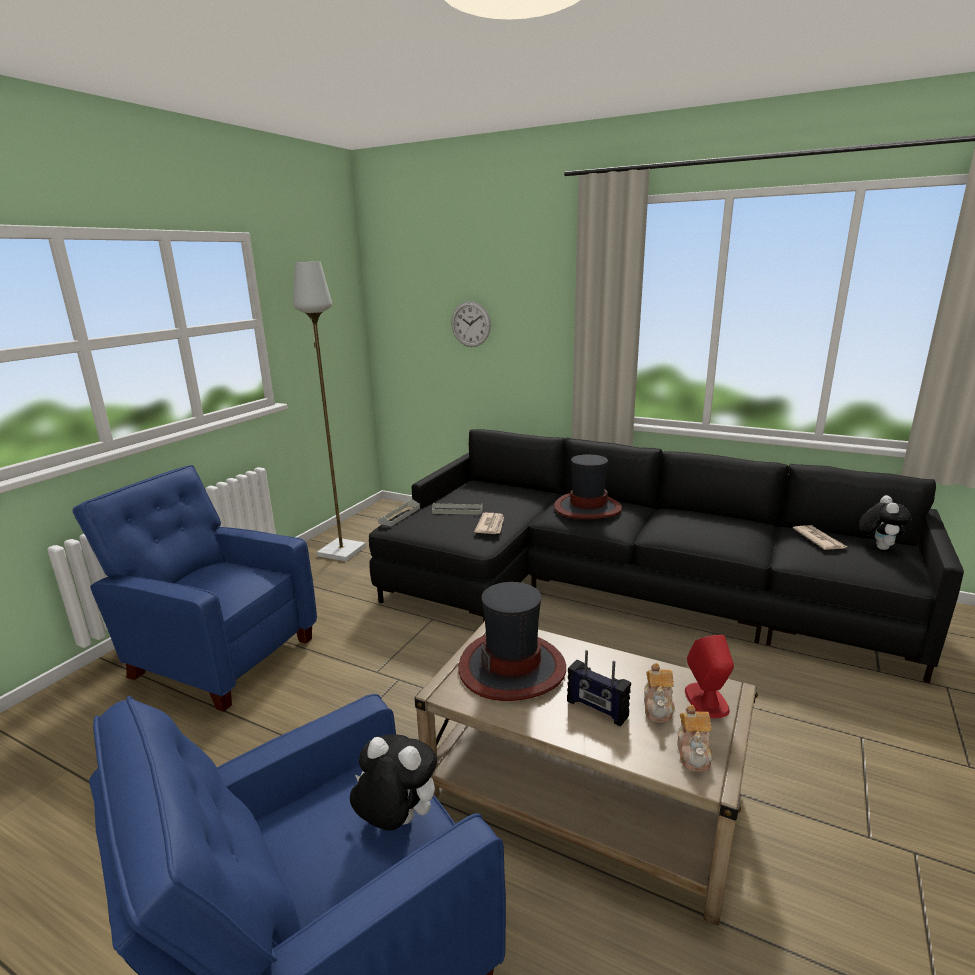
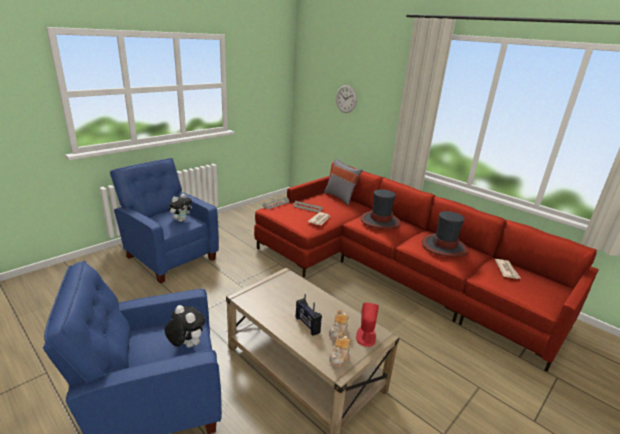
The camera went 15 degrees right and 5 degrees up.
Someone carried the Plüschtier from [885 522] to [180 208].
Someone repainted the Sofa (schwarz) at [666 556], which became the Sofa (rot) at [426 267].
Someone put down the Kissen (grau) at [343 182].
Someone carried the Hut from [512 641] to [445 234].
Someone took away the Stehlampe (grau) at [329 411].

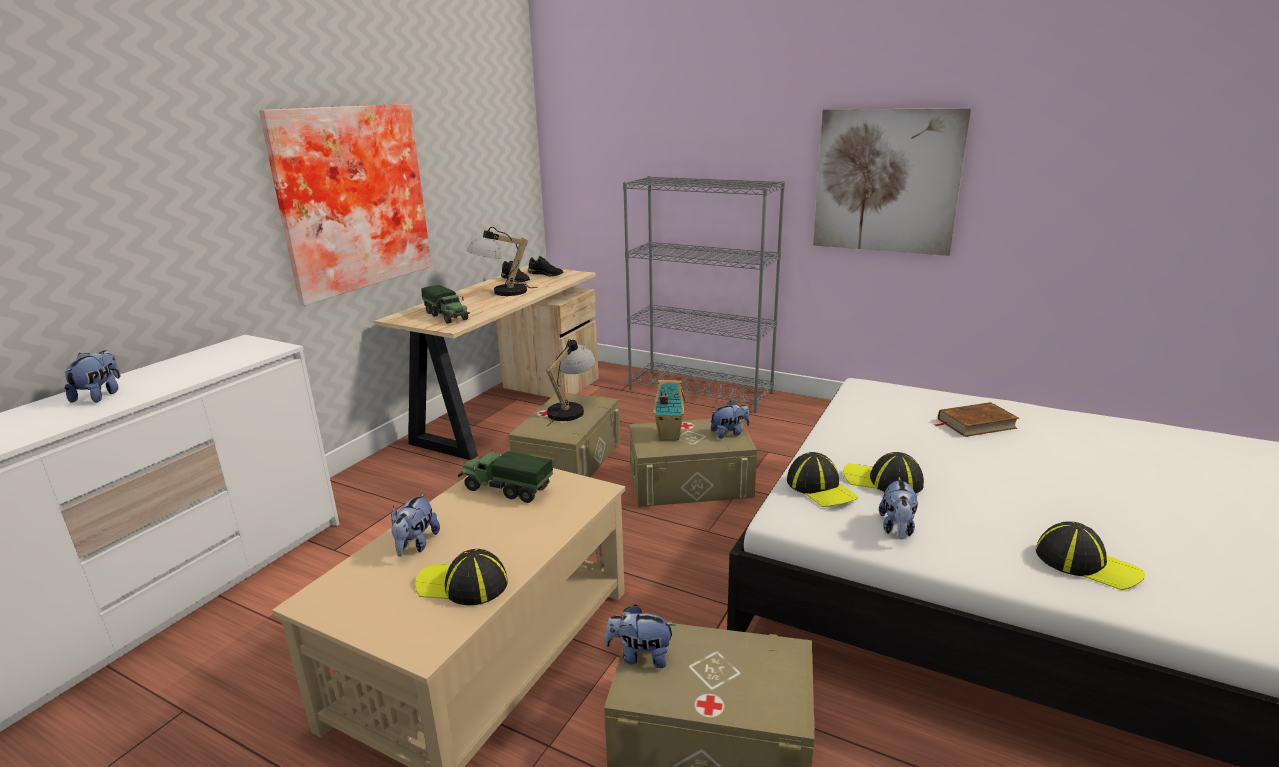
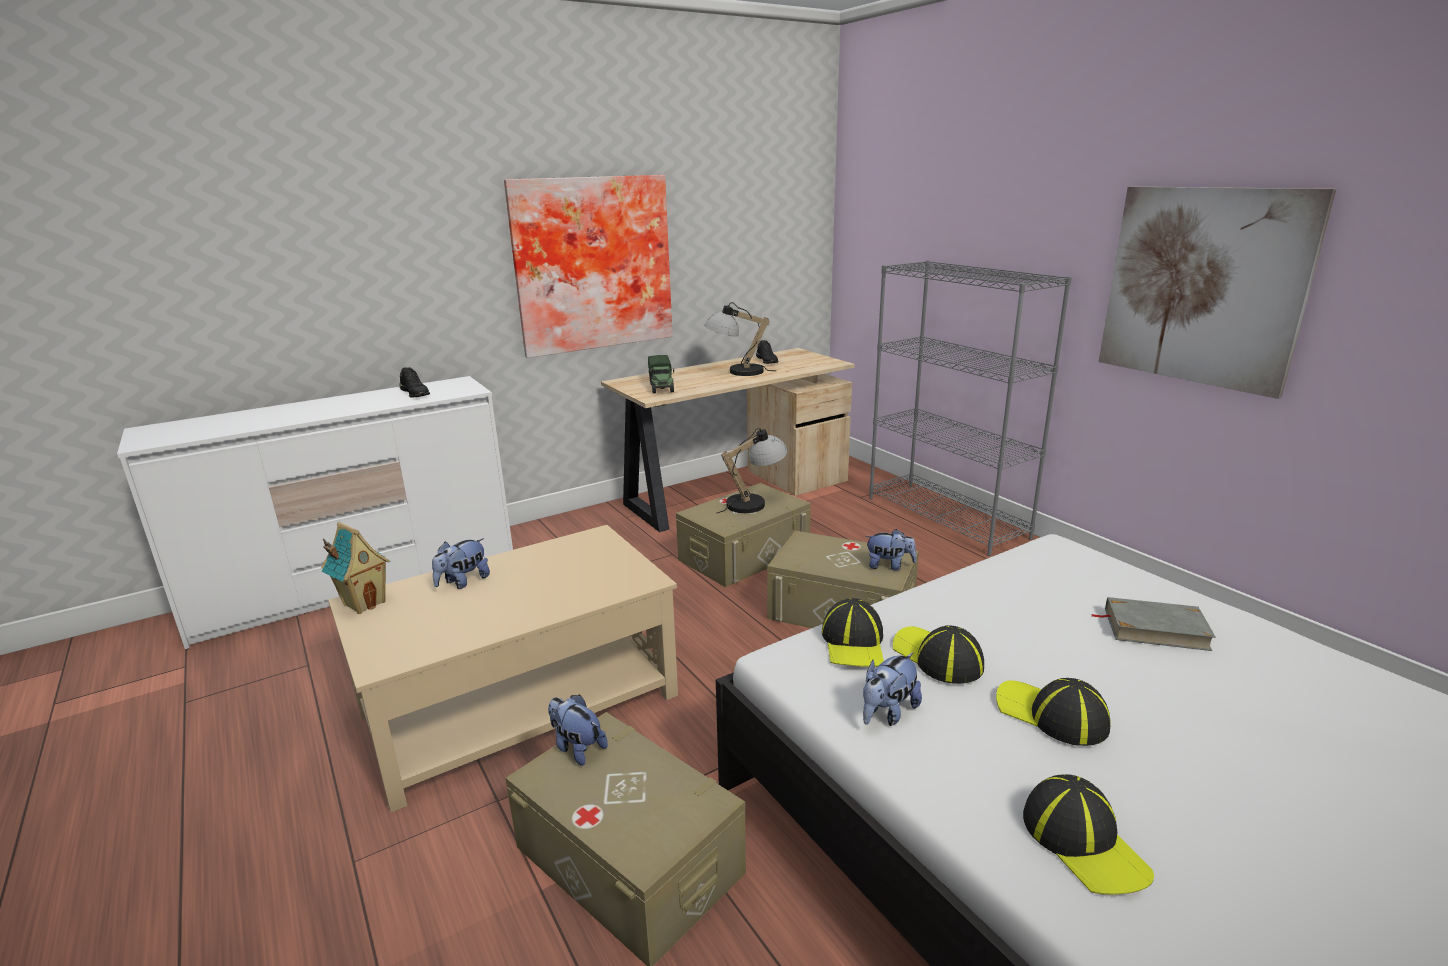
The camera went 30 degrees right and 0 degrees up.
Someone carried the Spielzeughaus from [669 410] to [355 568].
Someone carried the Schuh (schwarz) from [546 266] to [415 382].
Someone carried the Kappe from [461 577] to [1053 712].
Someone repainted the Buch (braun) at [976 419], which became the Buch (grau) at [1154 624].
Someone took away the Plüschtier at [92 376].
Someone took away the Spielzeuglaster at [505 476].

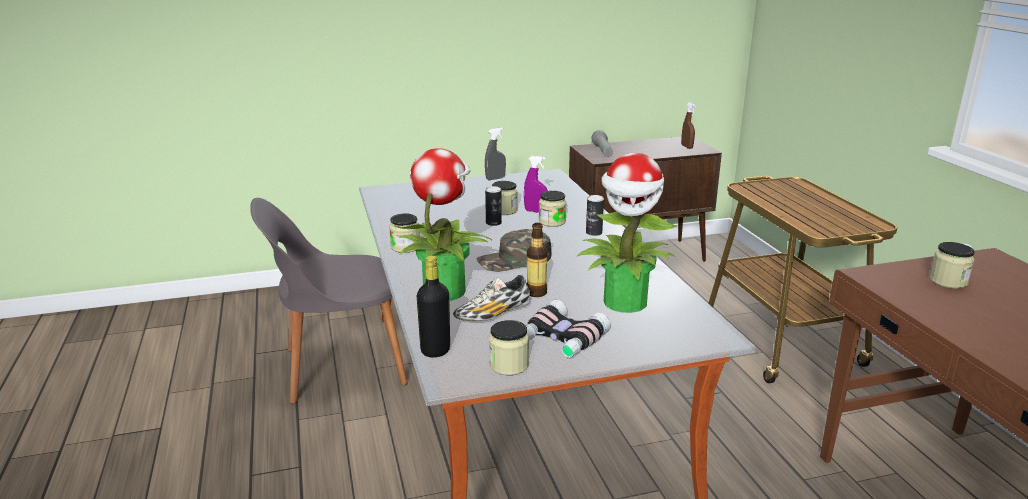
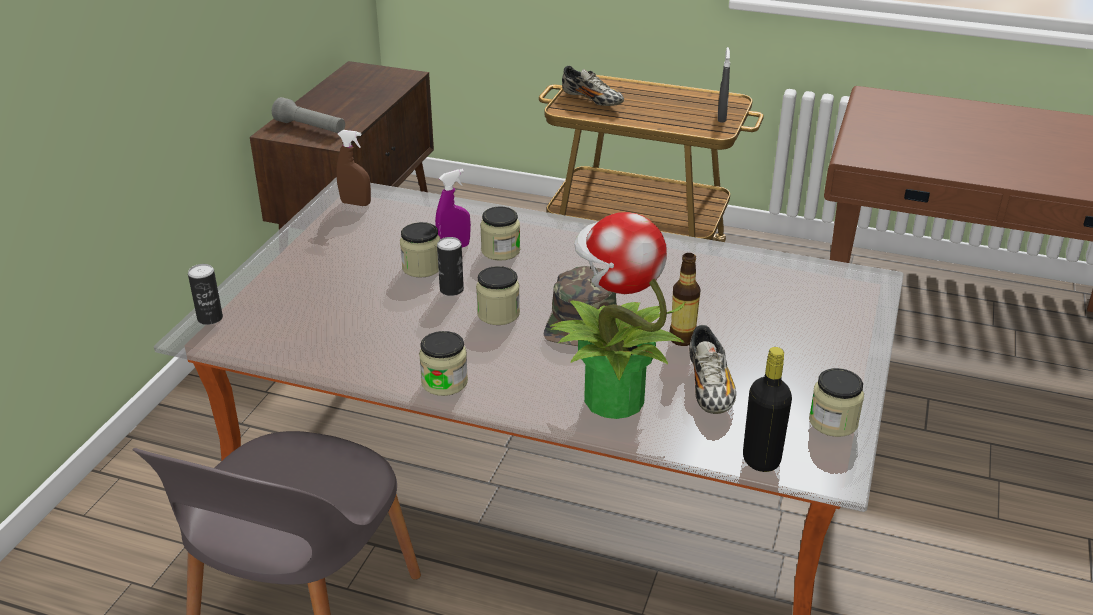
The camera went 55 degrees left and 10 degrees up.
Someone carried the Dose from [595 215] to [205 294].
Someone carried the Sprühflasche (braun) from [688 126] to [353 168].
Someone carried the Vorratsglas from [952 265] to [498 295].
Someone put down the Schuh at [593 86].
Someone carried the Sprühflasche (grau) from [495 154] to [724 84].
Someone took away the Fernglas at [568 329].
Someone took away the Topfpflanze at [627 233].

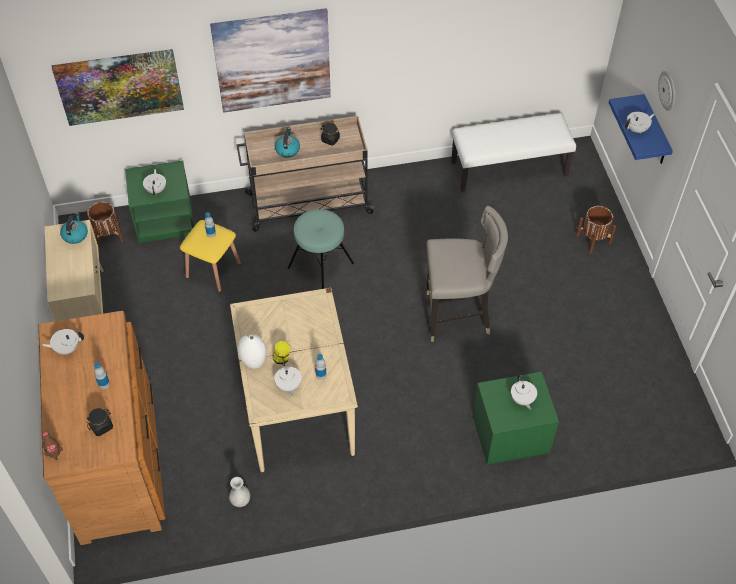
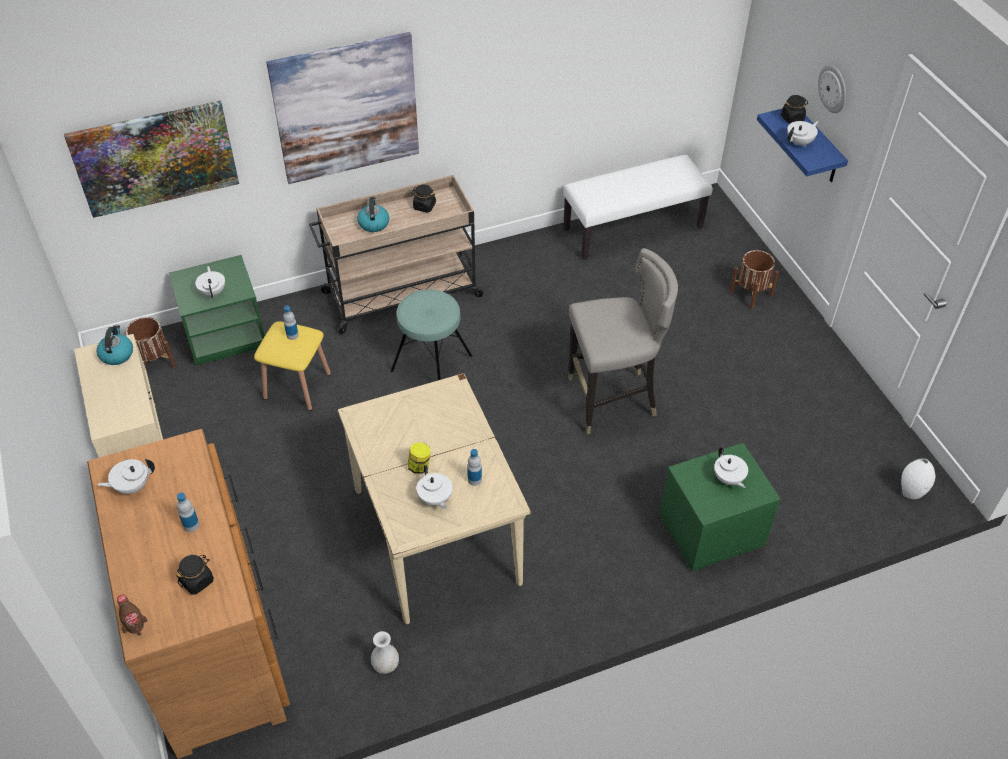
The camera went 10 degrees left and 5 degrees down.
Someone put down the Vorratsglas (schwarz) at [794 109].
Someone carried the Vase (weiß) from [252 352] to [918 478].

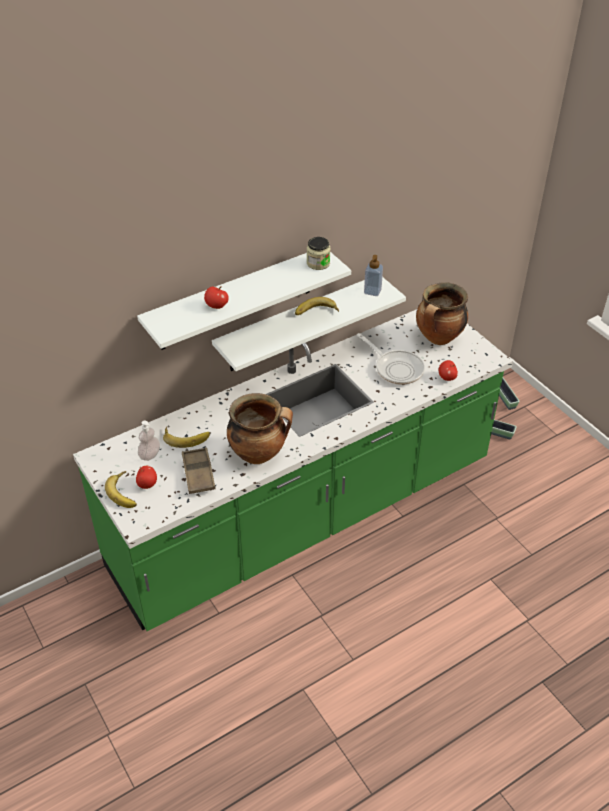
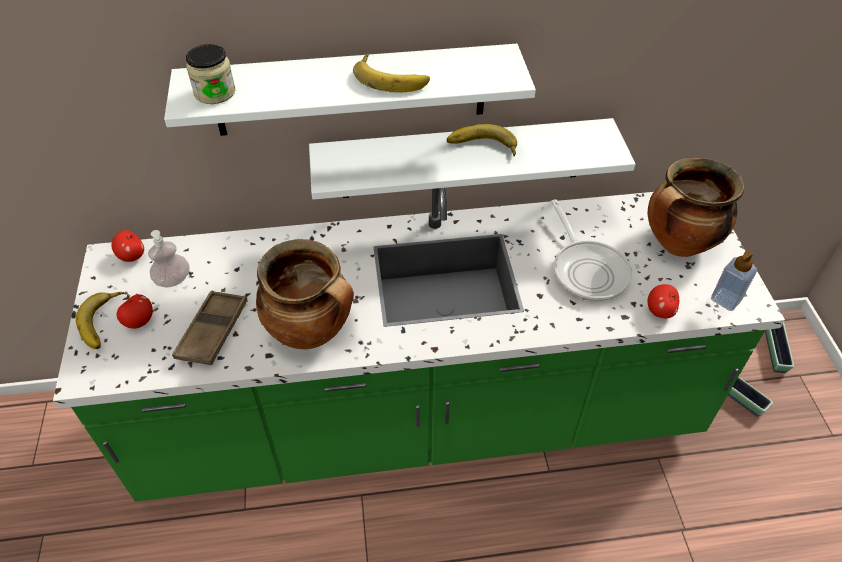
The camera went 25 degrees right and 5 degrees up.
Someone carried the Apfel from [216 297] to [128 246].
Someone carried the Vorratsglas from [318 253] to [210 74].
Someone carried the Banane from [186 437] to [391 72].
Someone carried the Seifenspender from [373 275] to [734 280].

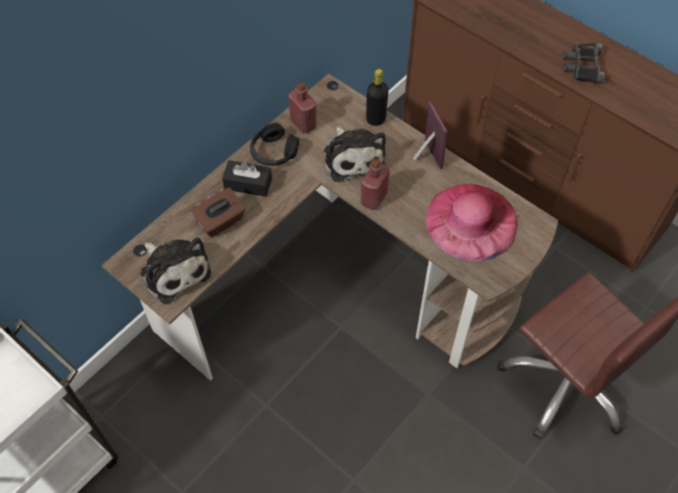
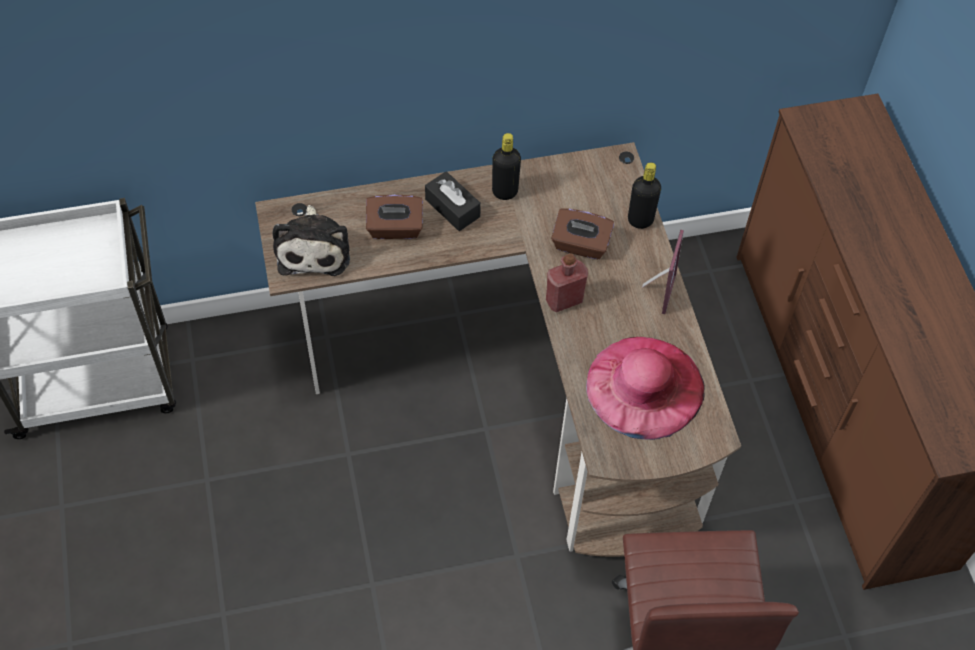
The camera went 35 degrees right and 0 degrees up.
Someone swapped the Kopfhörer (schwarz) at [274 144] for the Flasche (schwarz) at [506 166].
Someone swapped the Plüschtier at [355 154] for the Taschentuchbox (braun) at [582 234].
Someone took away the Flasche (rot) at [302 107].
Someone took away the Fernglas (schwarz) at [584 63].

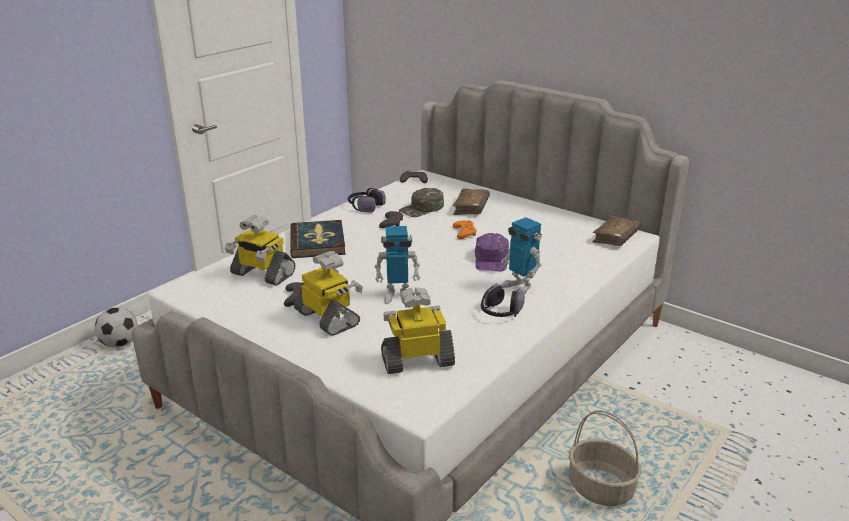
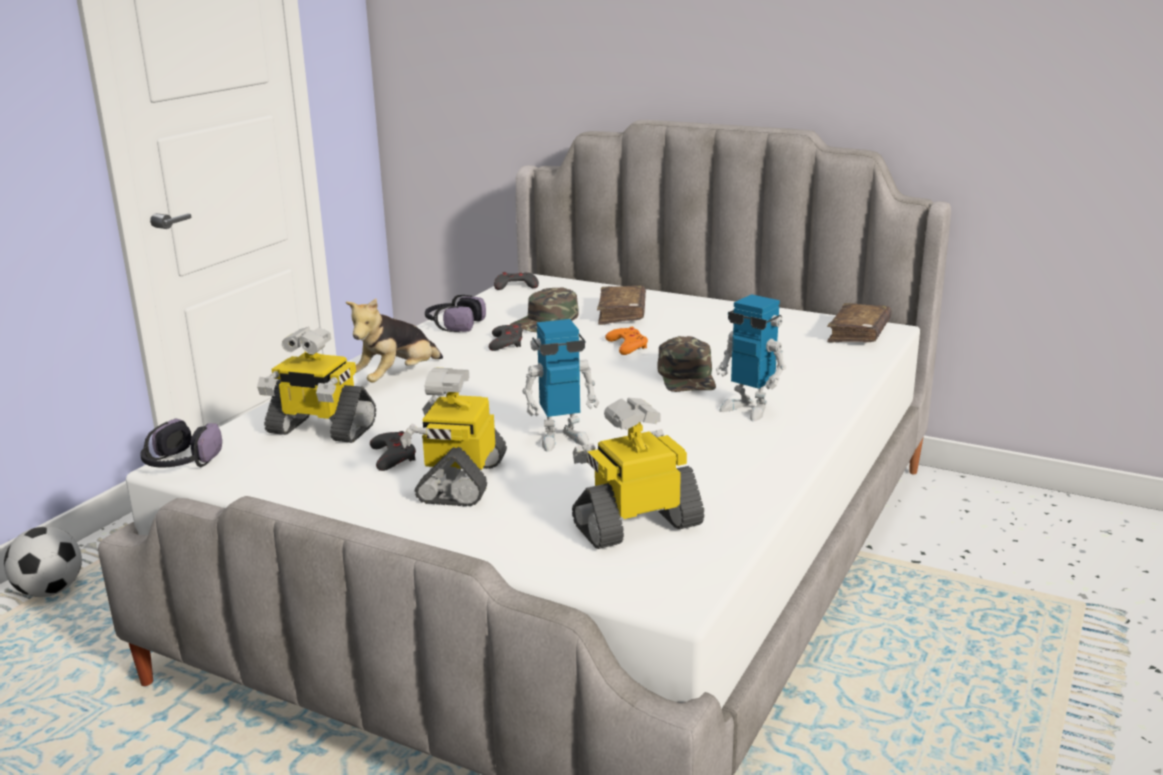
The camera went 10 degrees left and 5 degrees down.
Someone carried the Kopfhörer from [503 300] to [181 442].
Someone swapped the Buch at [318 239] for the Plüschtier at [394 340].
Someone rotated the Spielzeugroboter at [328 293] by 120 degrees counterclockwise.
Someone repainted the Kappe (lila) at [492 252], which became the Kappe (grün) at [686 364].
Someone took away the Korb at [605 458].

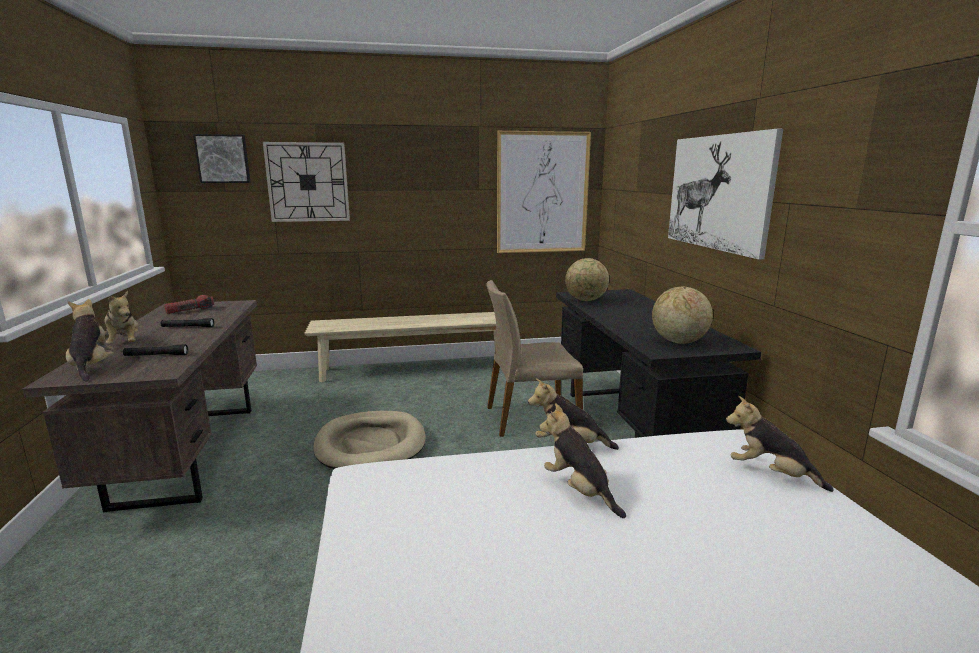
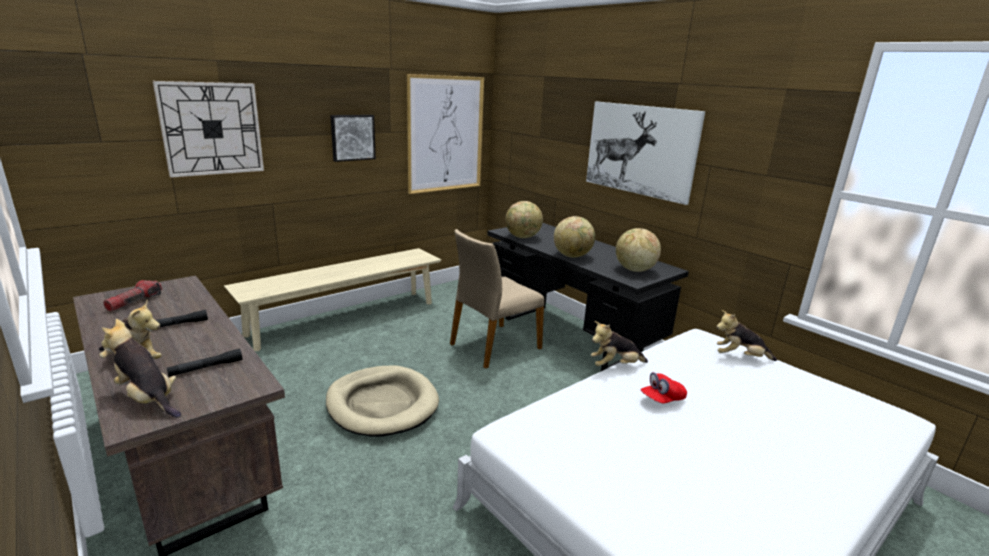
The camera went 30 degrees left and 5 degrees up.
Someone carried the Bild from [222 158] to [353 138].
Someone put down the Globus at [574 237].
Someone swapped the Plüschtier at [583 460] for the Kappe (rot) at [663 388].

